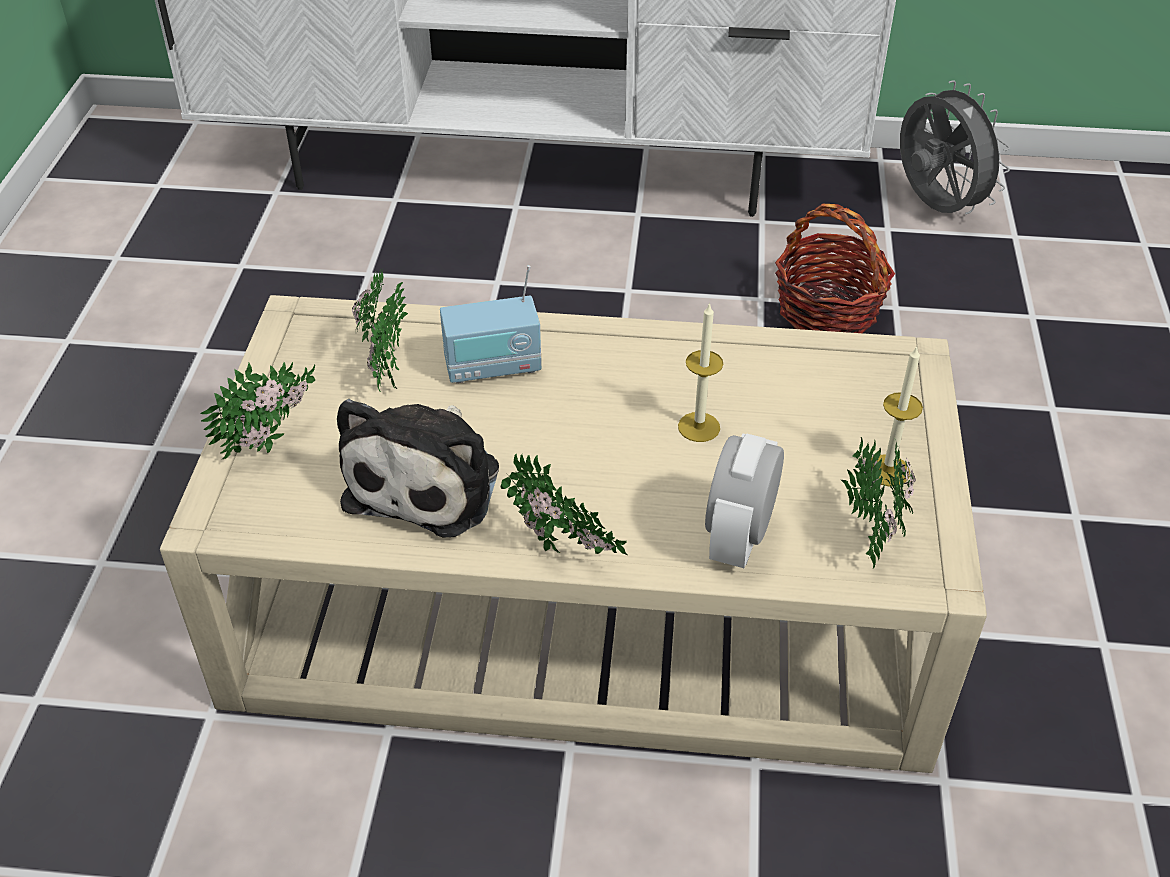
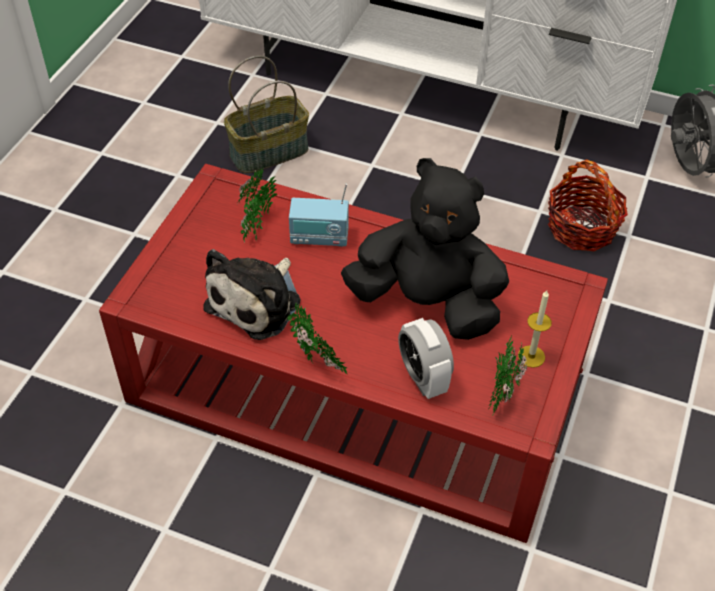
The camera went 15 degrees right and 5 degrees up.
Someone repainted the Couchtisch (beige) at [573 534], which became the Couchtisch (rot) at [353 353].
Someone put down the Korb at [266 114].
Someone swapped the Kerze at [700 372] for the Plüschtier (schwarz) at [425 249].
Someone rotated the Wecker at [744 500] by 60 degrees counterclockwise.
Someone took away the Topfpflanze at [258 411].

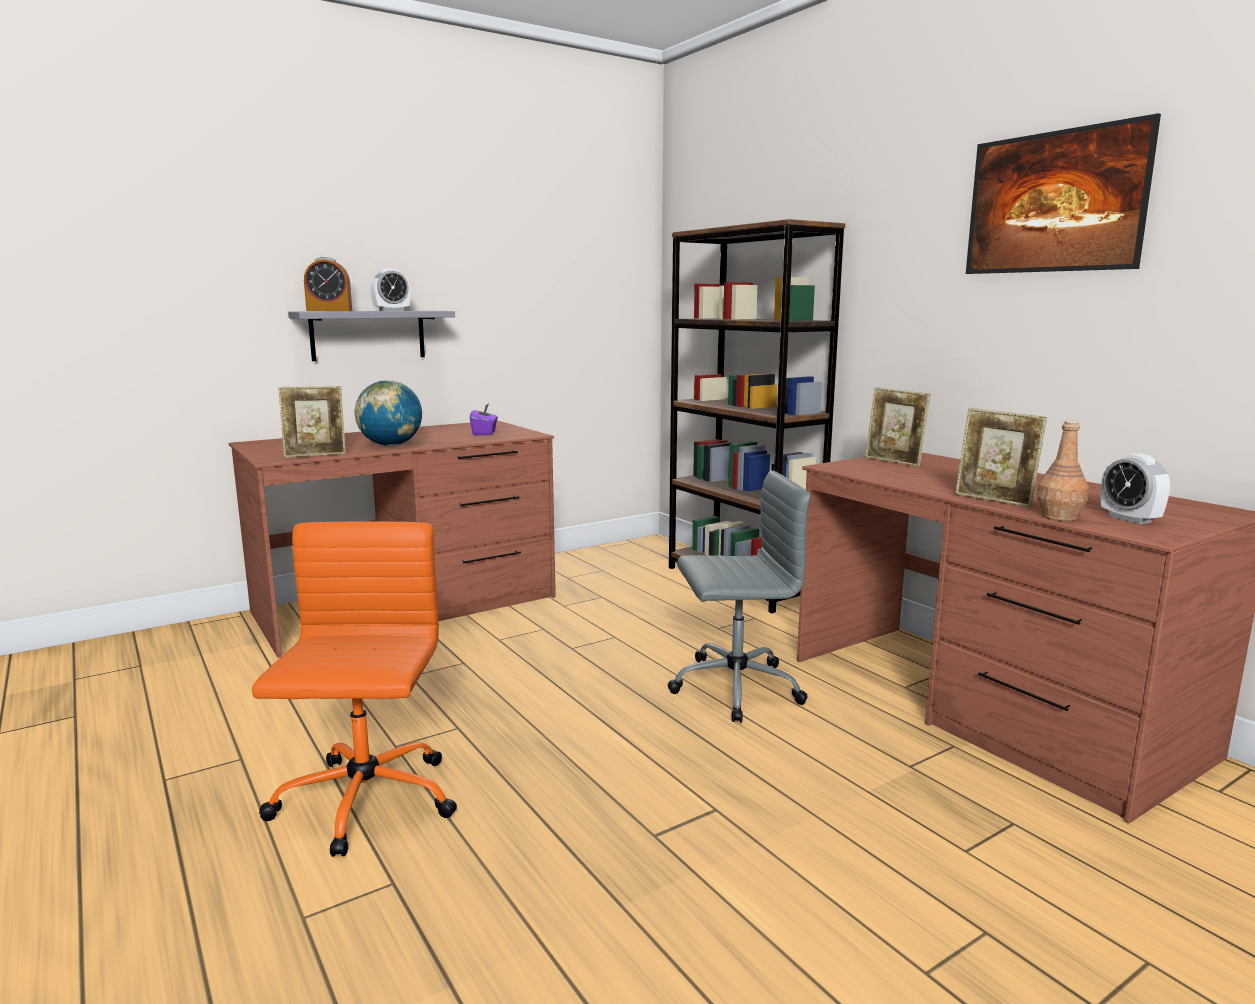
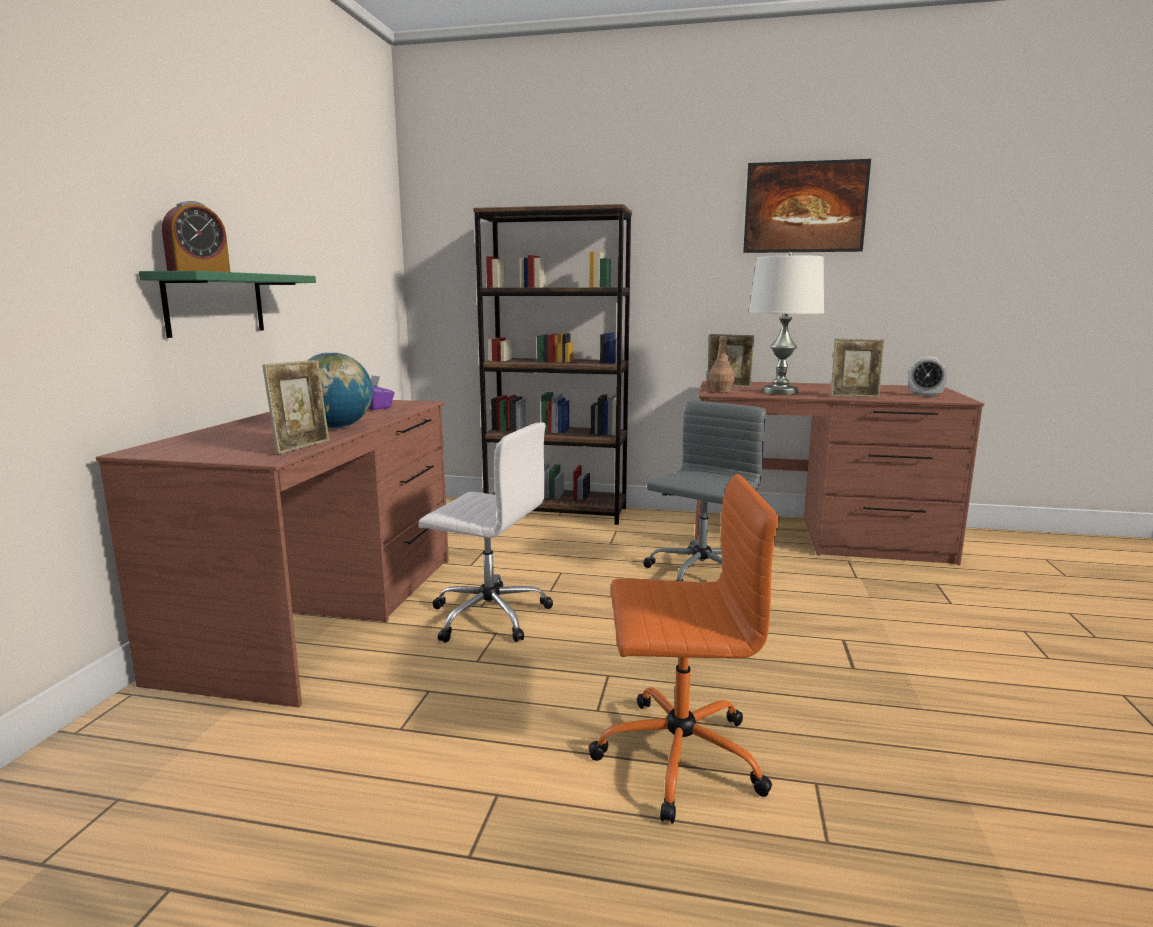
The camera went 45 degrees left and 0 degrees up.
Someone repainted the Wandregal (grau) at [371 336], which became the Wandregal (grün) at [227 304].
Someone put down the Bürostuhl (weiß) at [485 532].
Someone rotated the Bürostuhl (orange) at [354 689] by 135 degrees clockwise.
Someone carried the Flasche (braun) from [1063 470] to [721 364].
Someone put down the Tischlampe (weiß) at [786 323].
Someone took away the Wecker at [390 289].

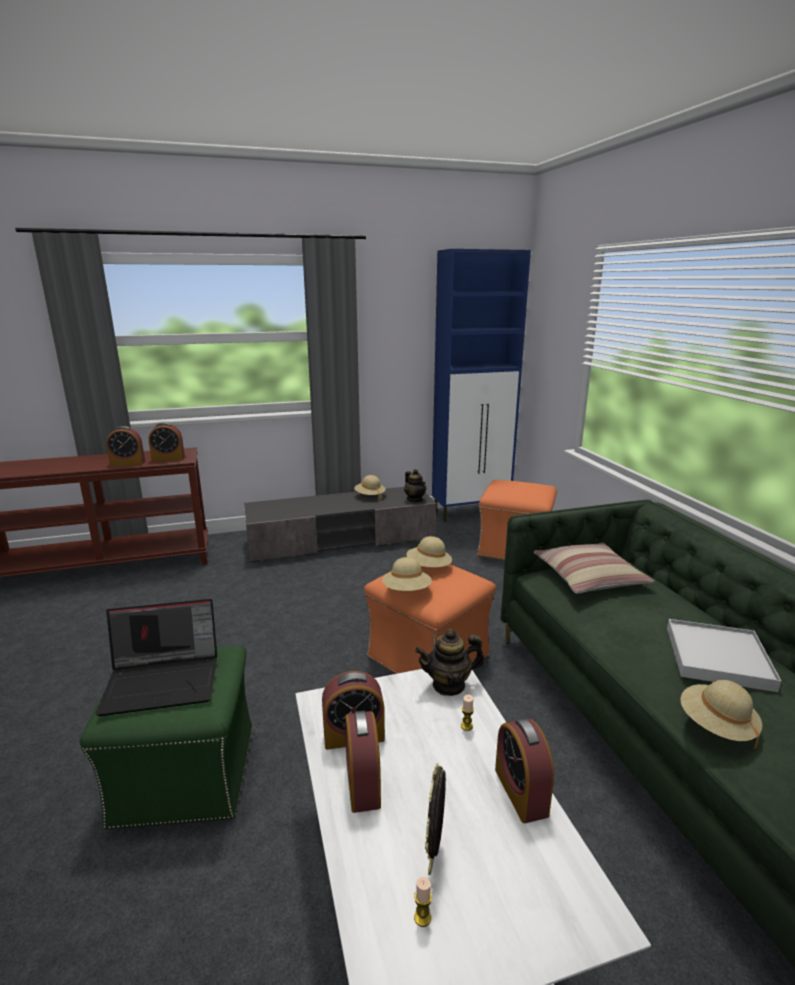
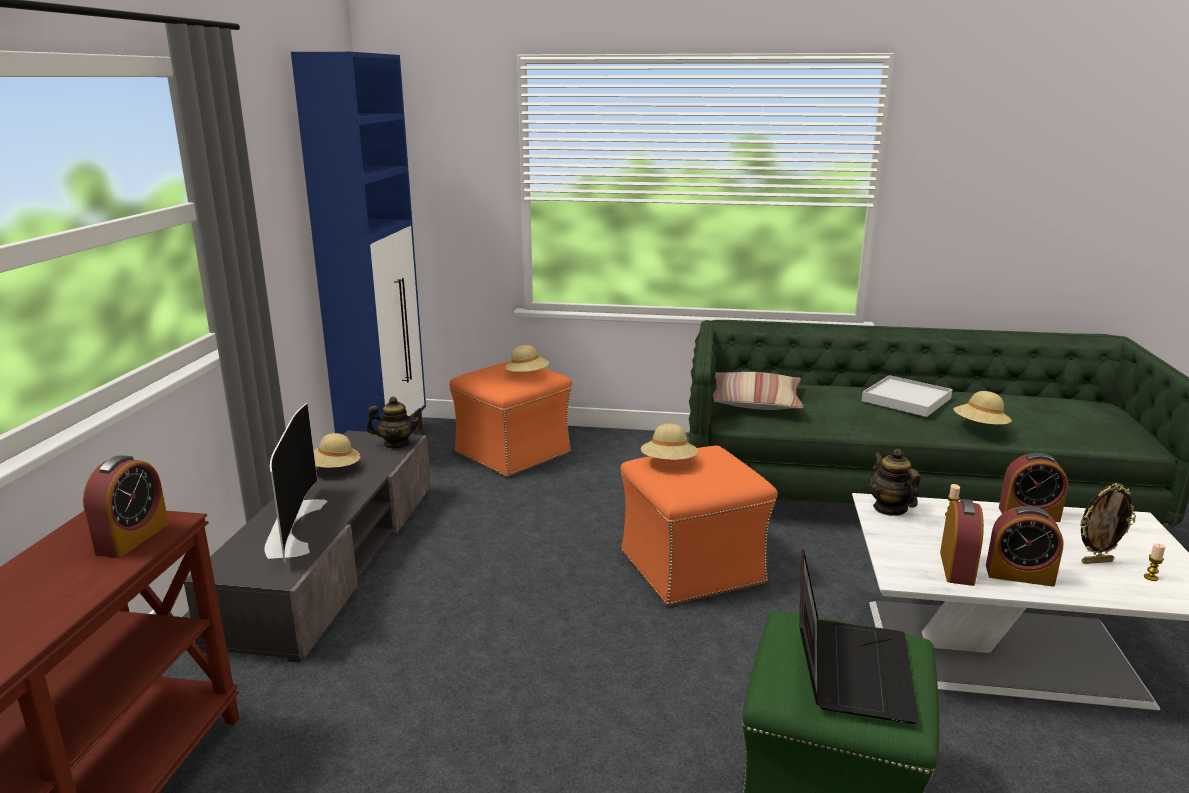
The camera went 65 degrees left and 0 degrees up.
Someone put down the Fernseher at [296 483].
Someone carried the Hut (beige) from [407 574] to [527 358].
Someone rotated the Teekanne at [450 662] by 150 degrees clockwise.
Someone rotated the Bilderrahmen at [435 819] by 45 degrees counterclockwise.
Someone took away the Wecker at [125 446].

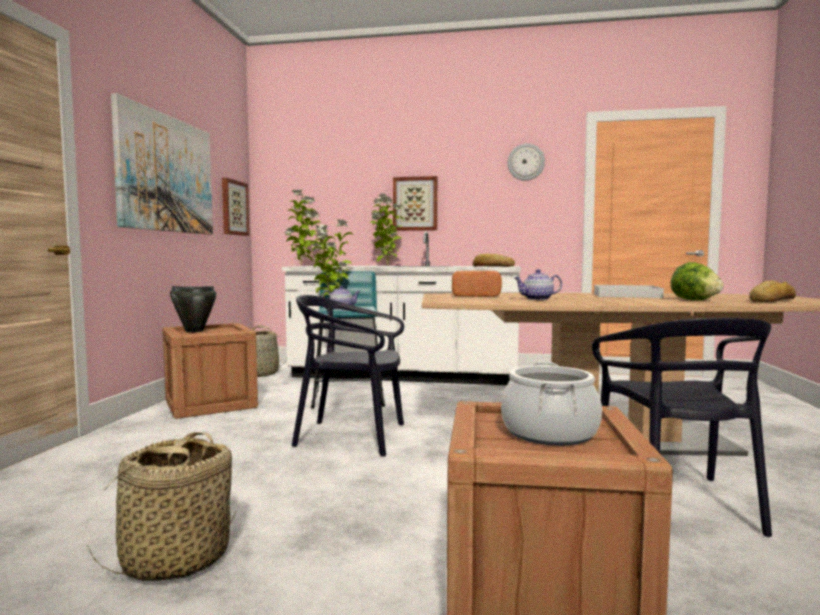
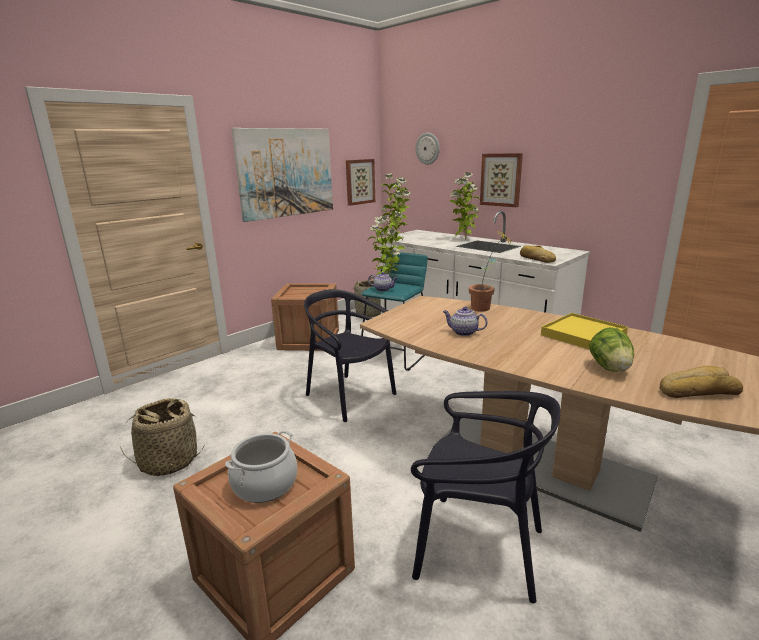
The camera went 35 degrees right and 15 degrees up.
Someone rotated the Stuhl (schwarz) at [682 427] by 105 degrees counterclockwise.
Someone carried the Wanduhr from [526 162] to [428 149].
Someone put down the Topfpflanze at [490 271].
Someone repainted the Tablett (weiß) at [629 291], which became the Tablett (gelb) at [584 331].
Someone took away the Kochtopf (schwarz) at [193 309].
Someone took away the Brot at [477 284].

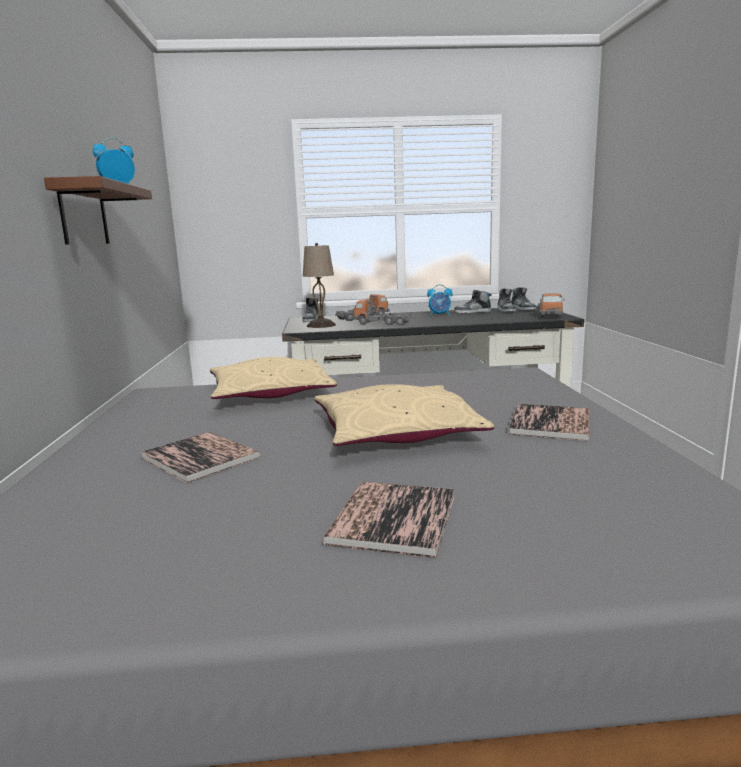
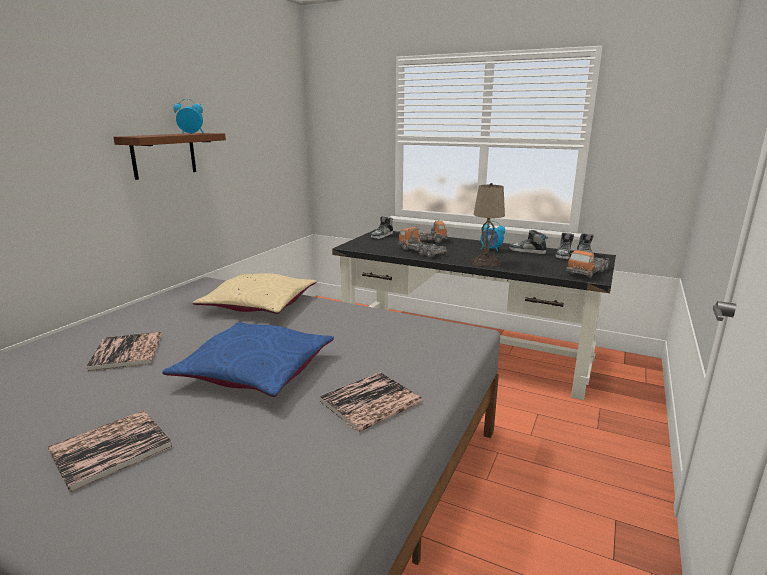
The camera went 30 degrees right and 5 degrees up.
Someone repainted the Kissen (beige) at [404 415], which became the Kissen (blau) at [248 359].
Someone carried the Tischlampe (beige) from [319 285] to [488 225].

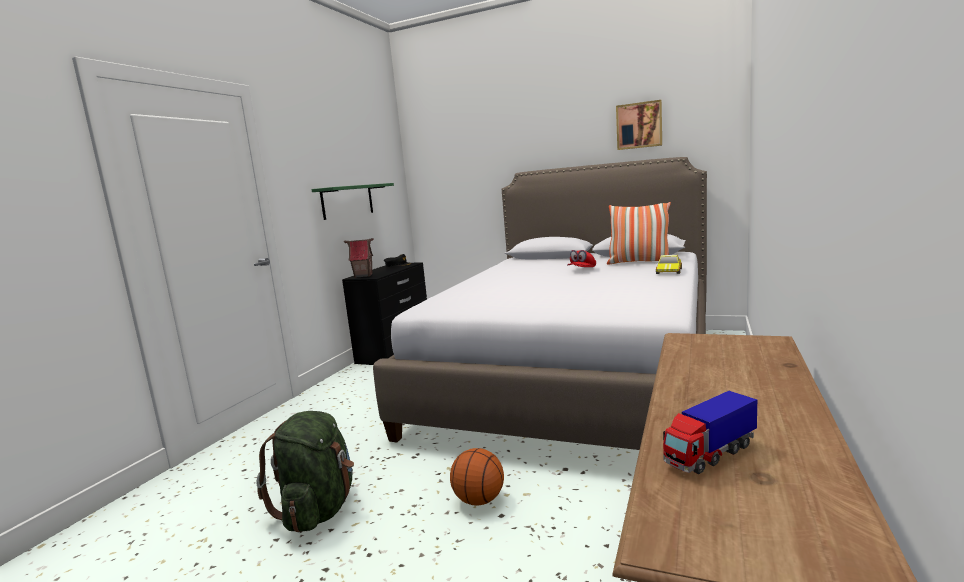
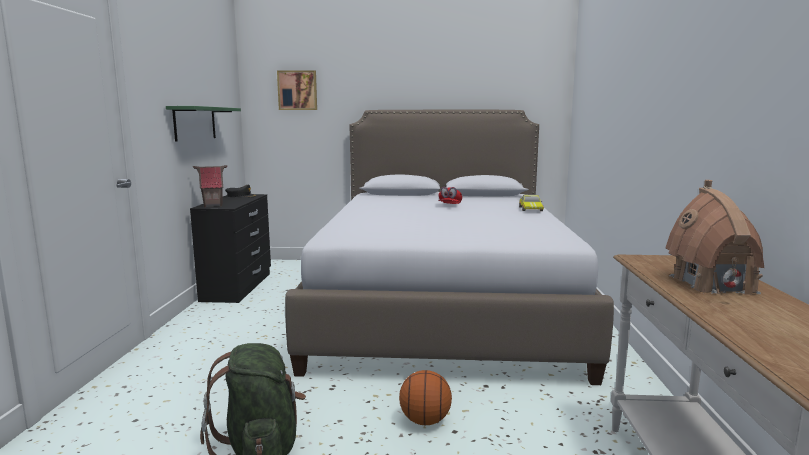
The camera went 20 degrees left and 0 degrees up.
Someone carried the Bild from [639 125] to [297 90].
Someone put down the Spielzeughaus at [714 237].
Someone took away the Kissen at [639 233].
Someone took away the Spielzeuglaster at [710 432].

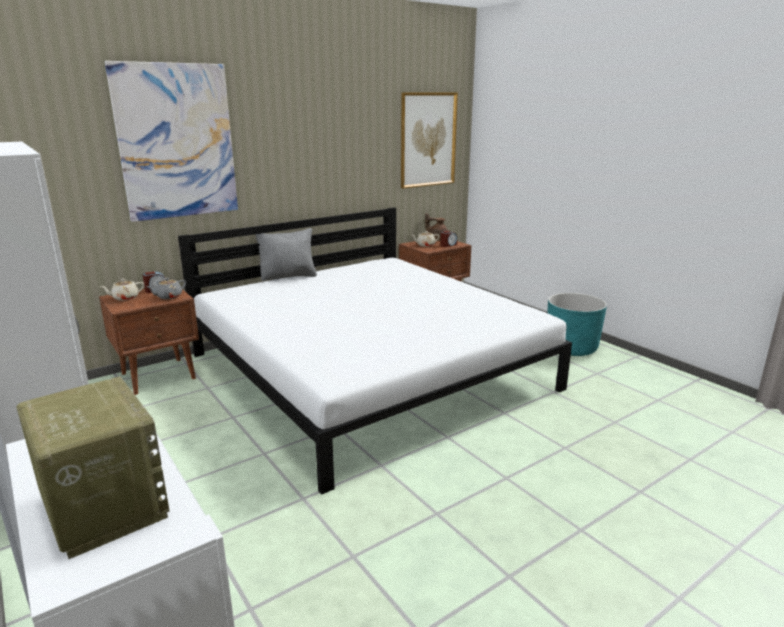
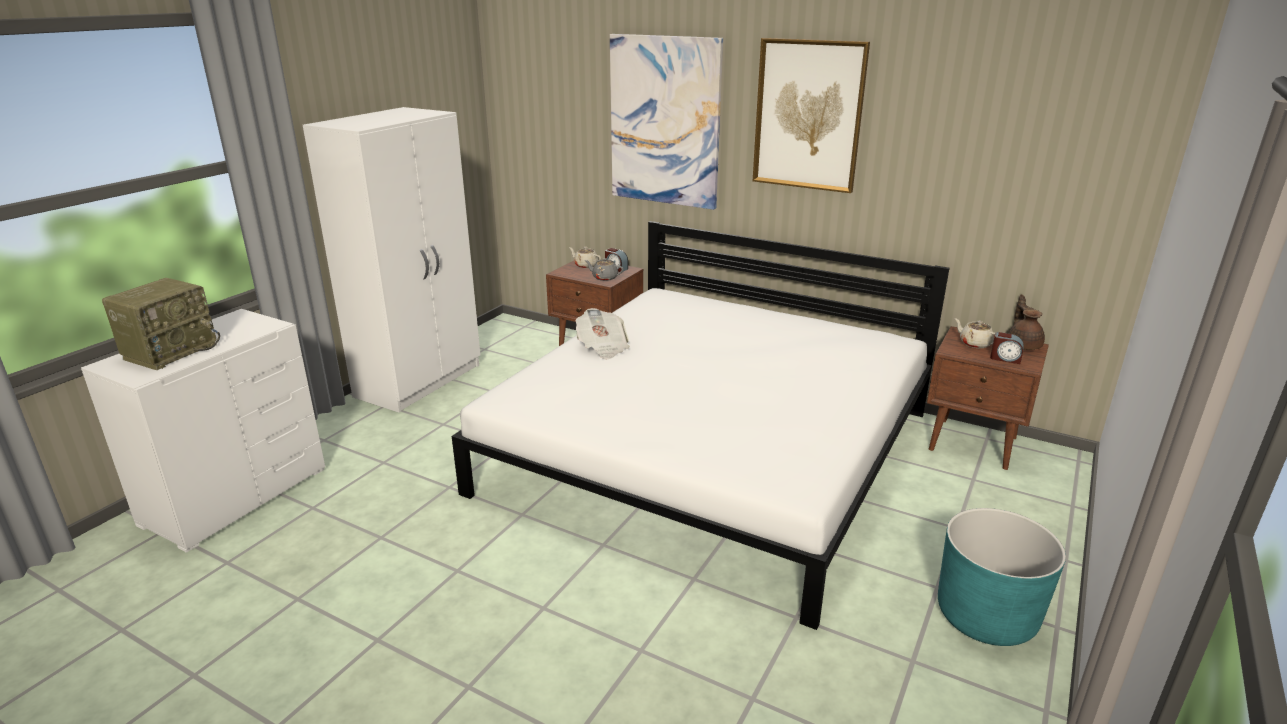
The camera went 65 degrees right and 5 degrees up.
Someone put down the Zeitung at [603 334].
Someone carried the Bild from [429 140] to [811 115].
Someone took away the Kissen (grau) at [286 254].

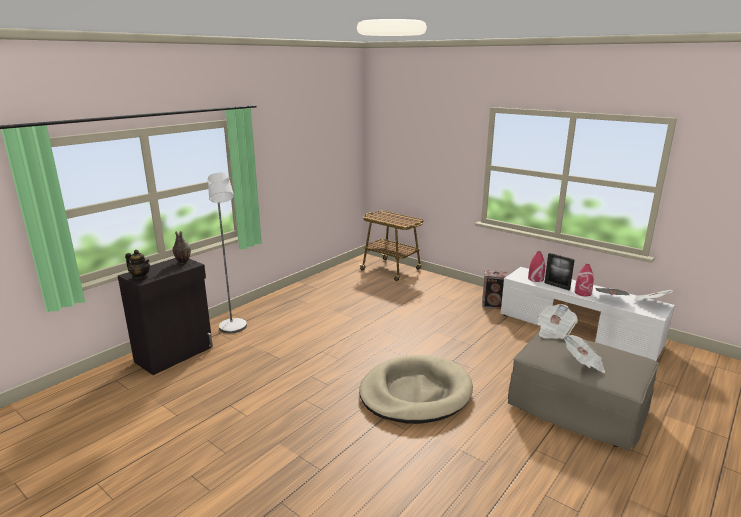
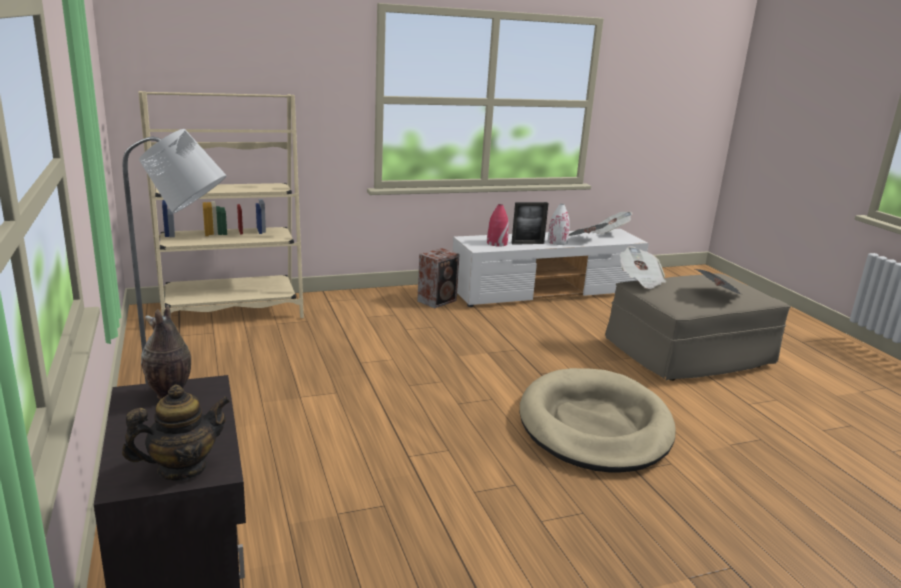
The camera went 60 degrees left and 0 degrees up.
Someone swapped the Rollwagen at [390 246] for the Bücherregal (beige) at [221 204].
Someone repainted the Vase (rot) at [584 280], which became the Vase (weiß) at [559 224].

